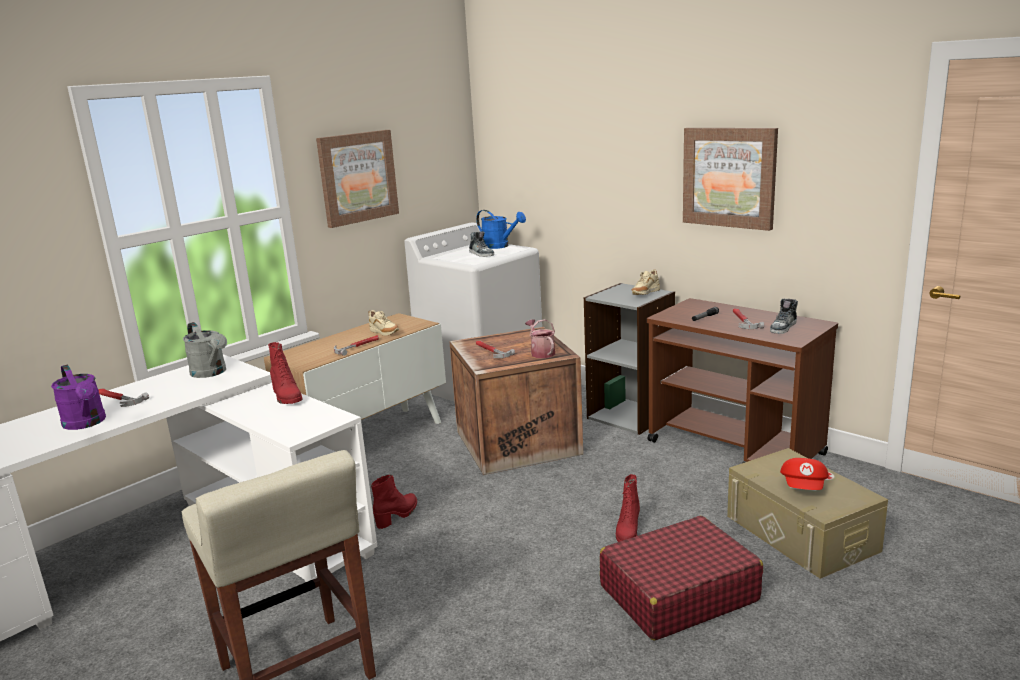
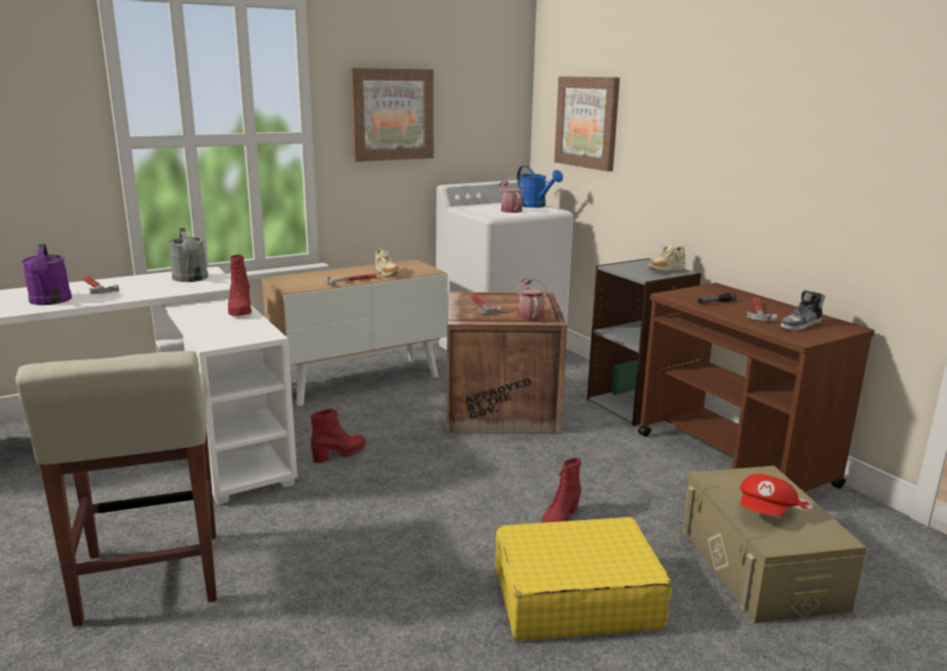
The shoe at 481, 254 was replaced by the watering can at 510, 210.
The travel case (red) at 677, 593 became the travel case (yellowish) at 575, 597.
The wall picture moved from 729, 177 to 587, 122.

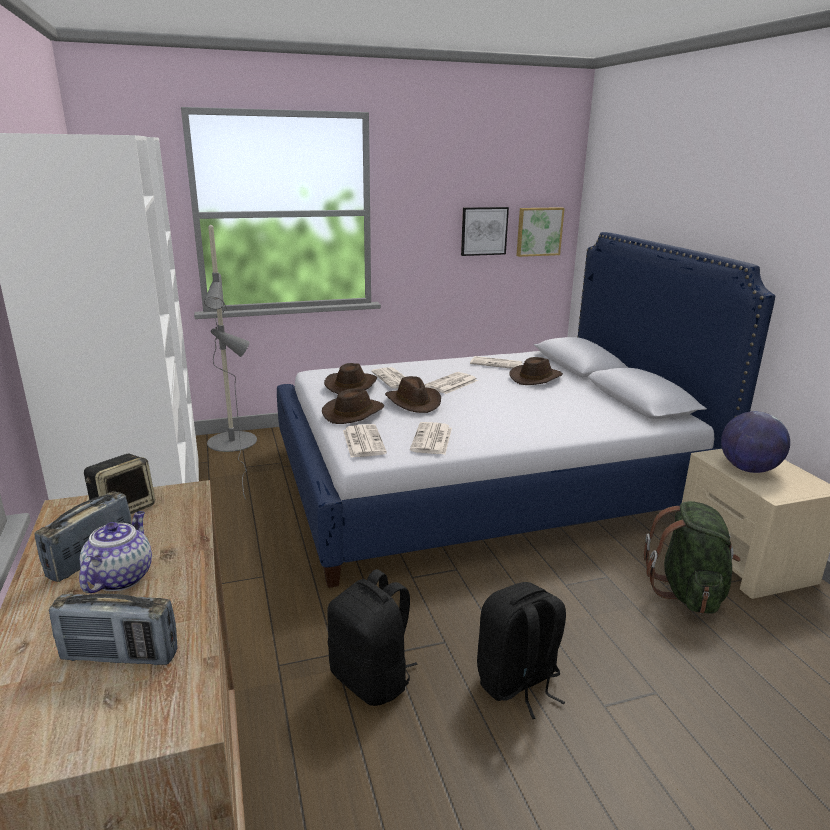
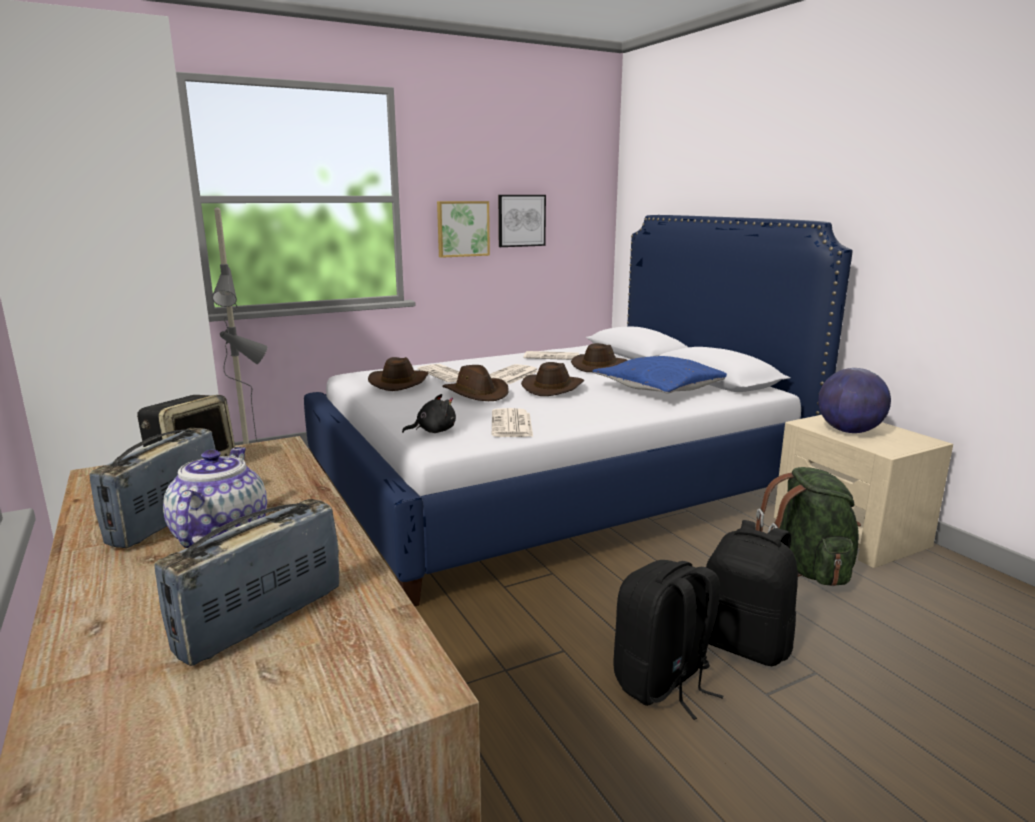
The radio receiver at 120, 656 turned 135 degrees clockwise.
The clothing hat (brown-coloured) moved from 354, 413 to 553, 388.
The knapsack (black-coloured) moved from 372, 679 to 745, 644.
The printed paper at 363, 441 was replaced by the plush toy (black-coloured) at 433, 431.
The wall picture moved from 539, 231 to 462, 228.
The cushion (blue-coloured) at 661, 388 appeared.

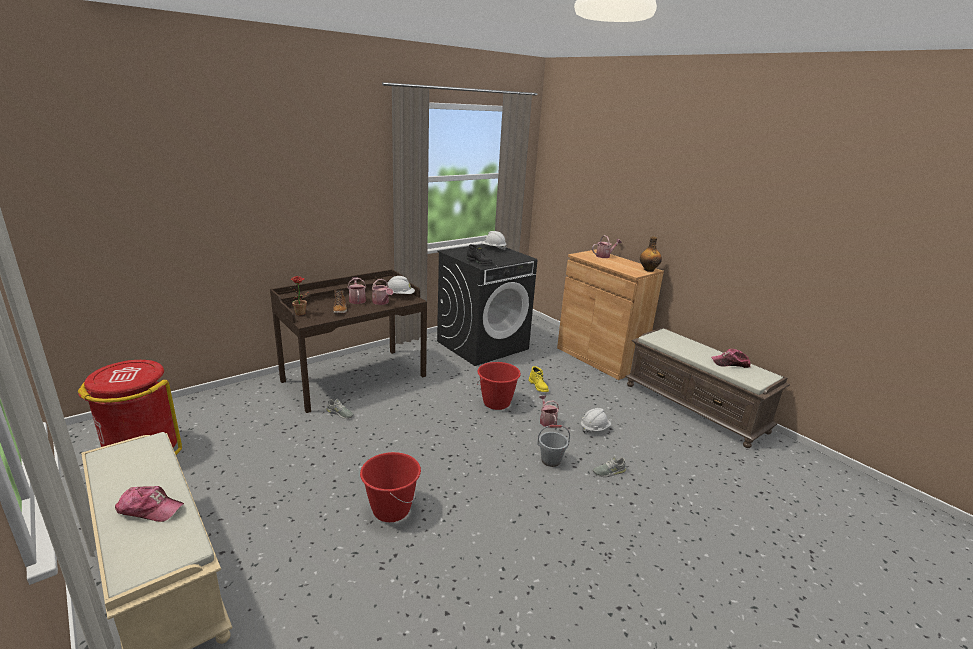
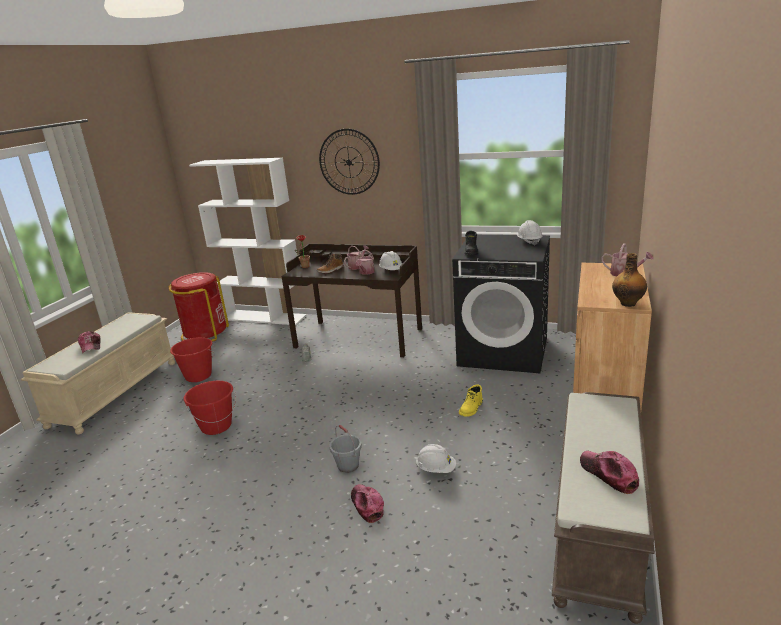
The pail (red) moved from 496, 403 to 198, 376.
The watering can at 547, 421 disappeared.
The shoe (gray) at 609, 471 was replaced by the cap at 367, 505.
The bookshelf (white-coloured) at 264, 317 appeared.
The wall clock at 349, 162 appeared.

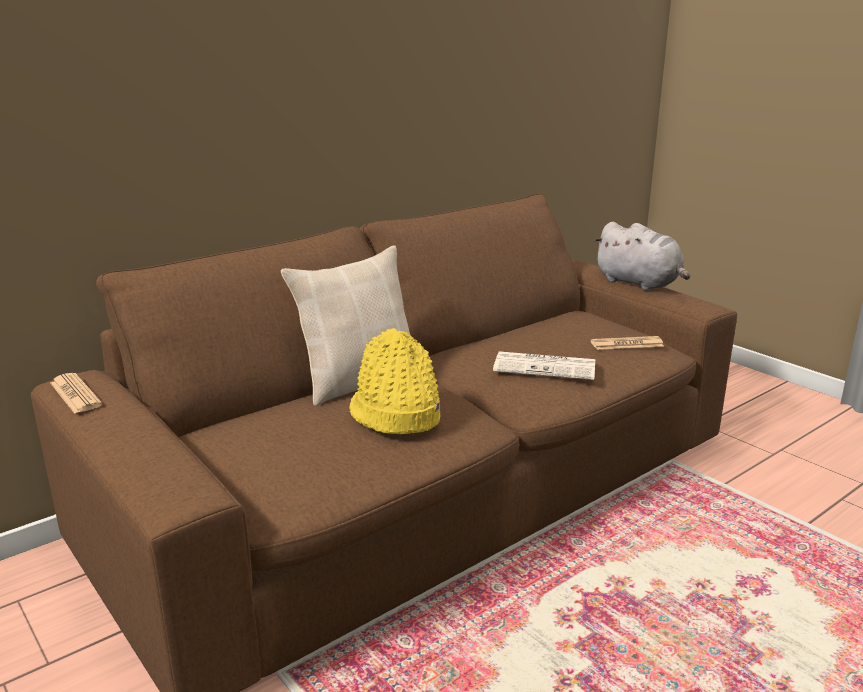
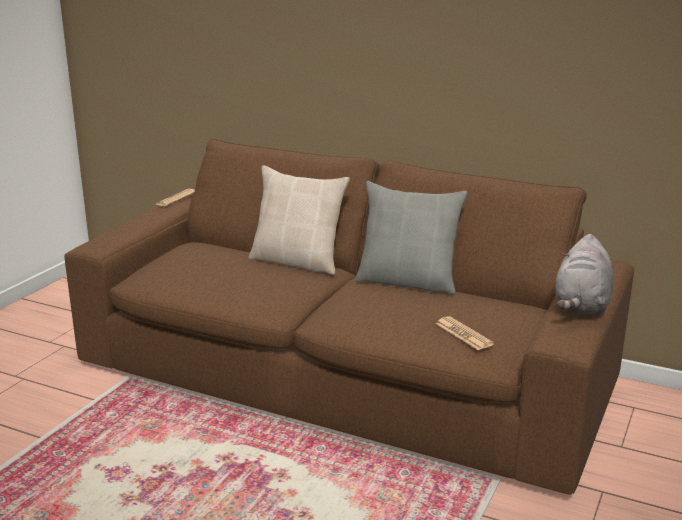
The clothing hat (yellowish) at 395, 414 disappeared.
The printed paper at 546, 367 disappeared.
The cushion (gray) at 408, 282 appeared.

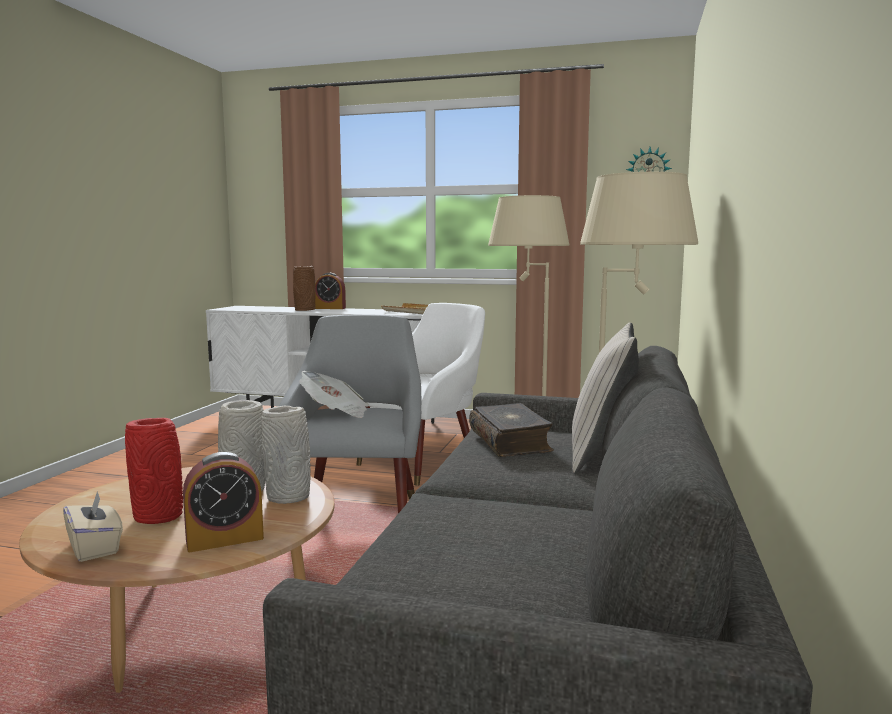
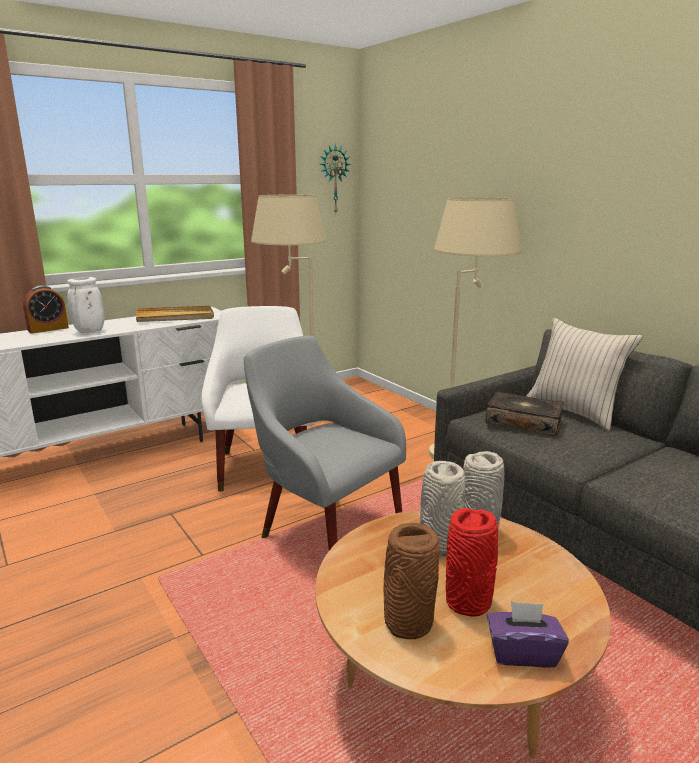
The box of tissues (sand-coloured) at 95, 548 became the box of tissues (purplish) at 522, 652.
The alarm clock at 225, 539 disappeared.
The flower vase (brown-coloured) moved from 304, 310 to 407, 623.
The printed paper at 336, 412 disappeared.
The flower vase (white-coloured) at 89, 331 appeared.

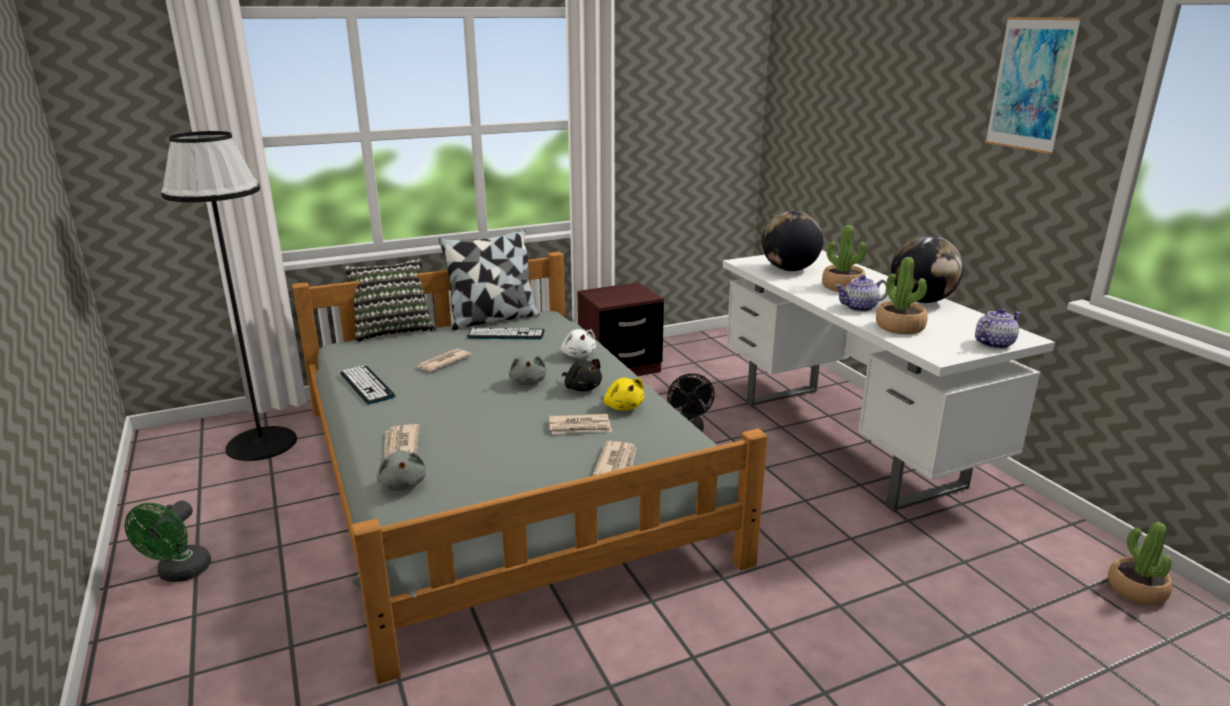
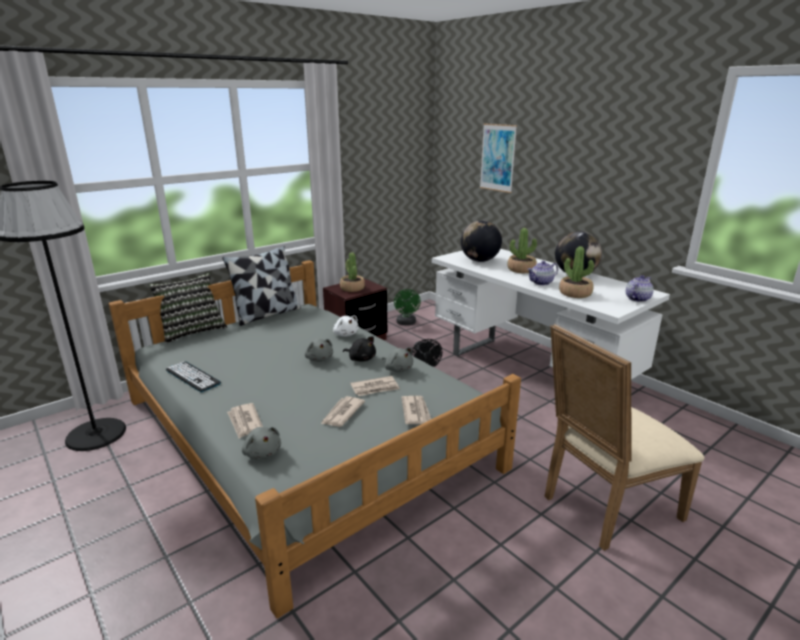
The electric fan (greenish) moved from 180, 574 to 406, 323.
The printed paper moved from 442, 362 to 342, 413.
The computer keyboard at 506, 334 disappeared.
The plush toy (yellowish) at 623, 407 became the plush toy (gray) at 398, 369.
The wall picture moved from 1031, 84 to 498, 158.
The houseplant moved from 1136, 590 to 352, 288.
The upright chair (sand-coloured) at 603, 507 appeared.

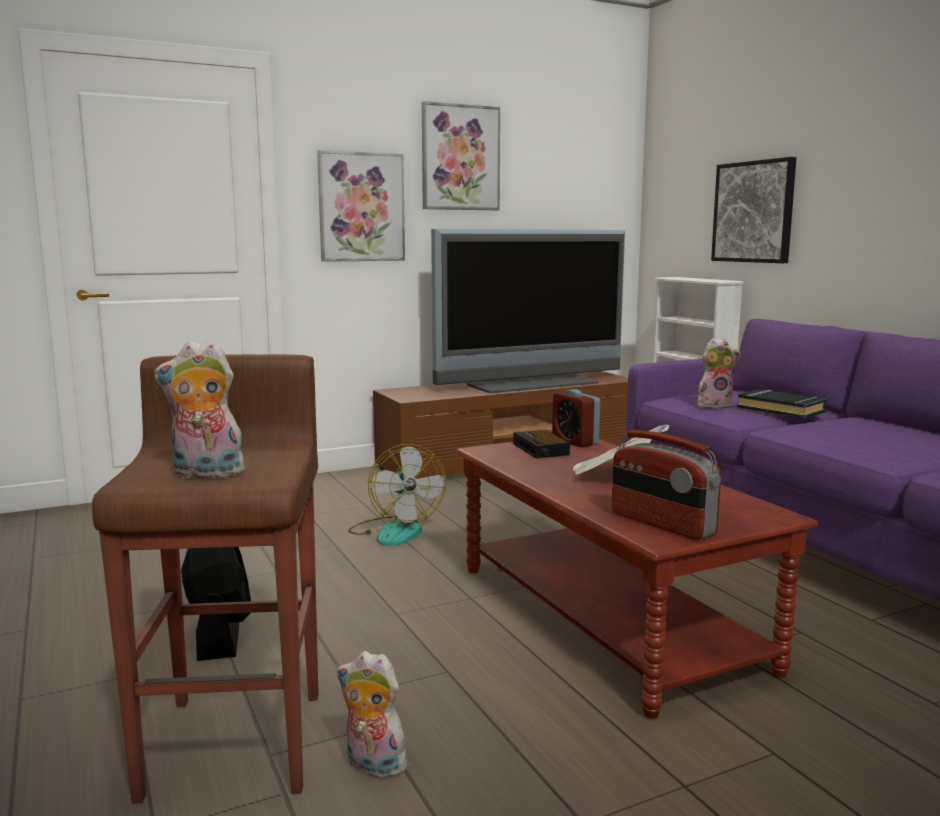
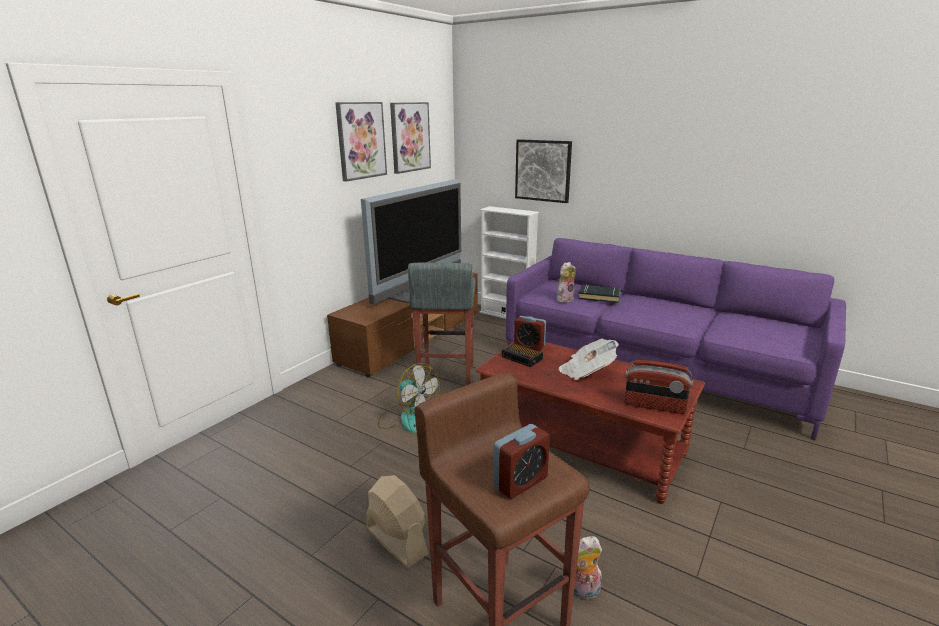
The plush toy at 205, 474 was replaced by the alarm clock at 520, 482.
The electric fan (black-coloured) at 220, 634 became the electric fan (sand-coloured) at 396, 540.
The wall picture moved from 361, 207 to 409, 137.
The stool seat (gray) at 445, 377 appeared.

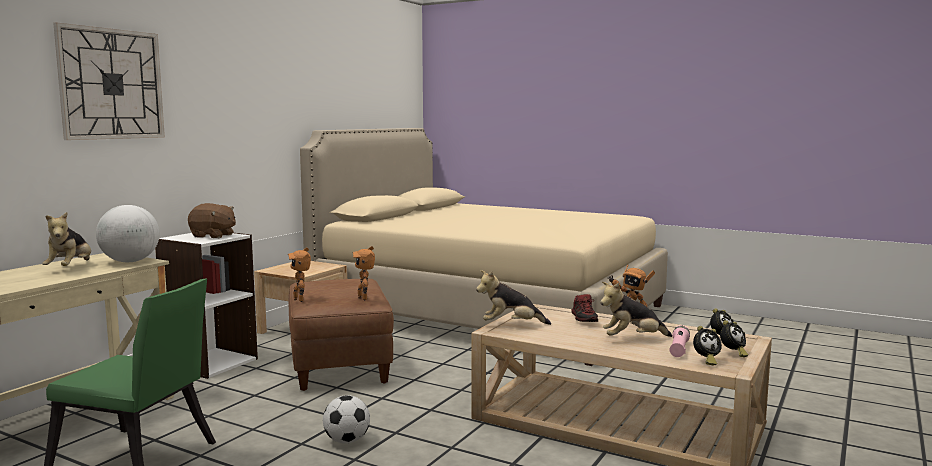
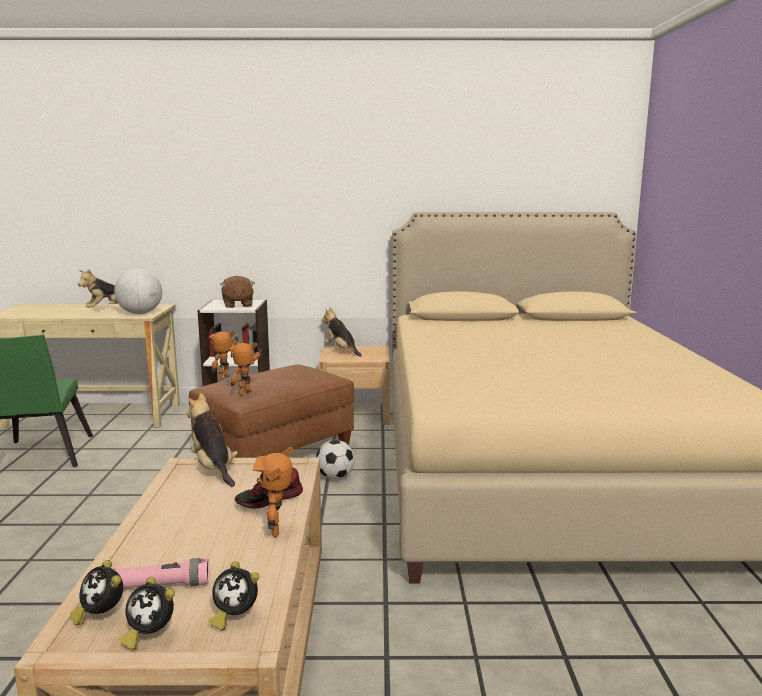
The wall clock at 111, 84 disappeared.
The ball for football moved from 347, 441 to 335, 477.
The plush toy moved from 632, 339 to 341, 351.

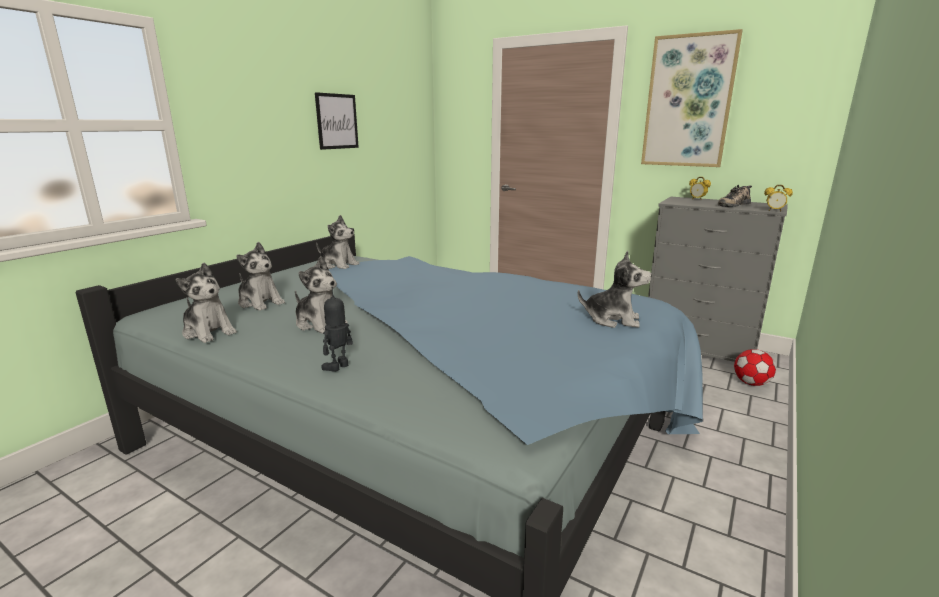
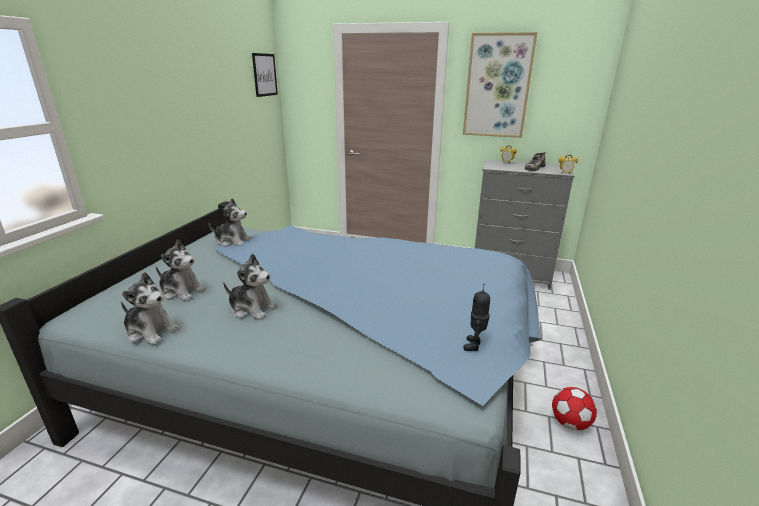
The wall picture moved from 337, 121 to 264, 75.
The model robot moved from 339, 367 to 474, 345.
The plush toy at 612, 319 disappeared.
The ball for football moved from 751, 383 to 569, 423.

